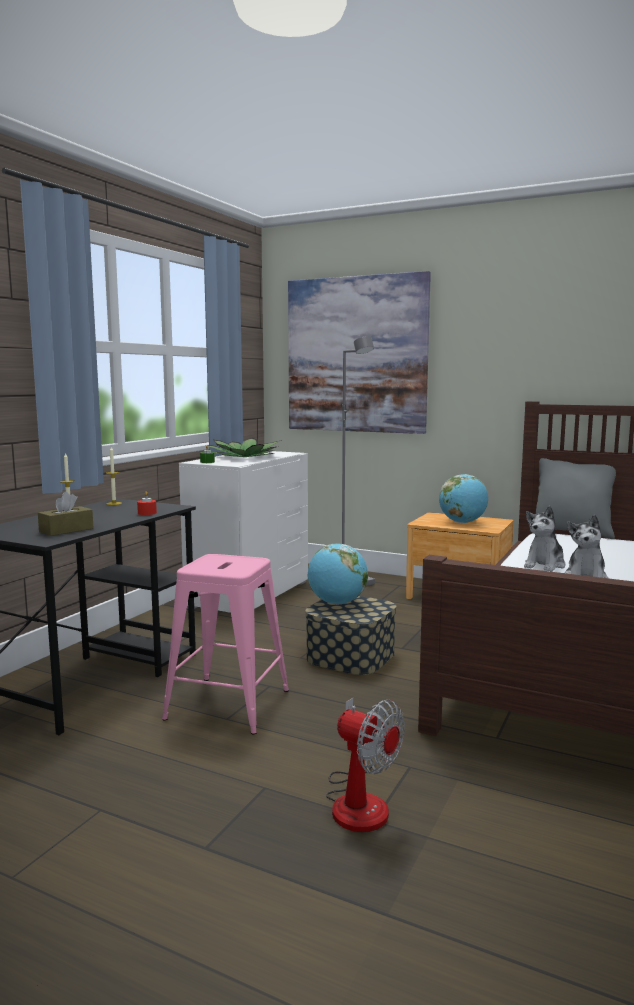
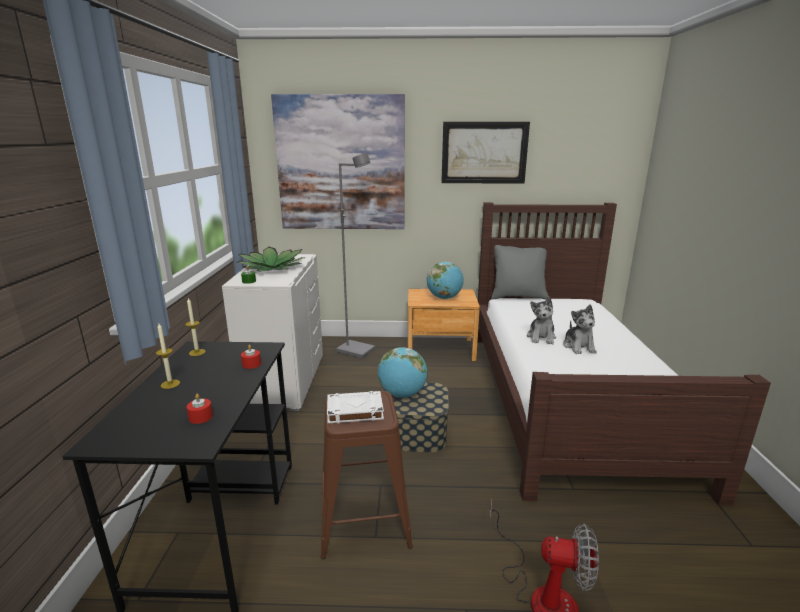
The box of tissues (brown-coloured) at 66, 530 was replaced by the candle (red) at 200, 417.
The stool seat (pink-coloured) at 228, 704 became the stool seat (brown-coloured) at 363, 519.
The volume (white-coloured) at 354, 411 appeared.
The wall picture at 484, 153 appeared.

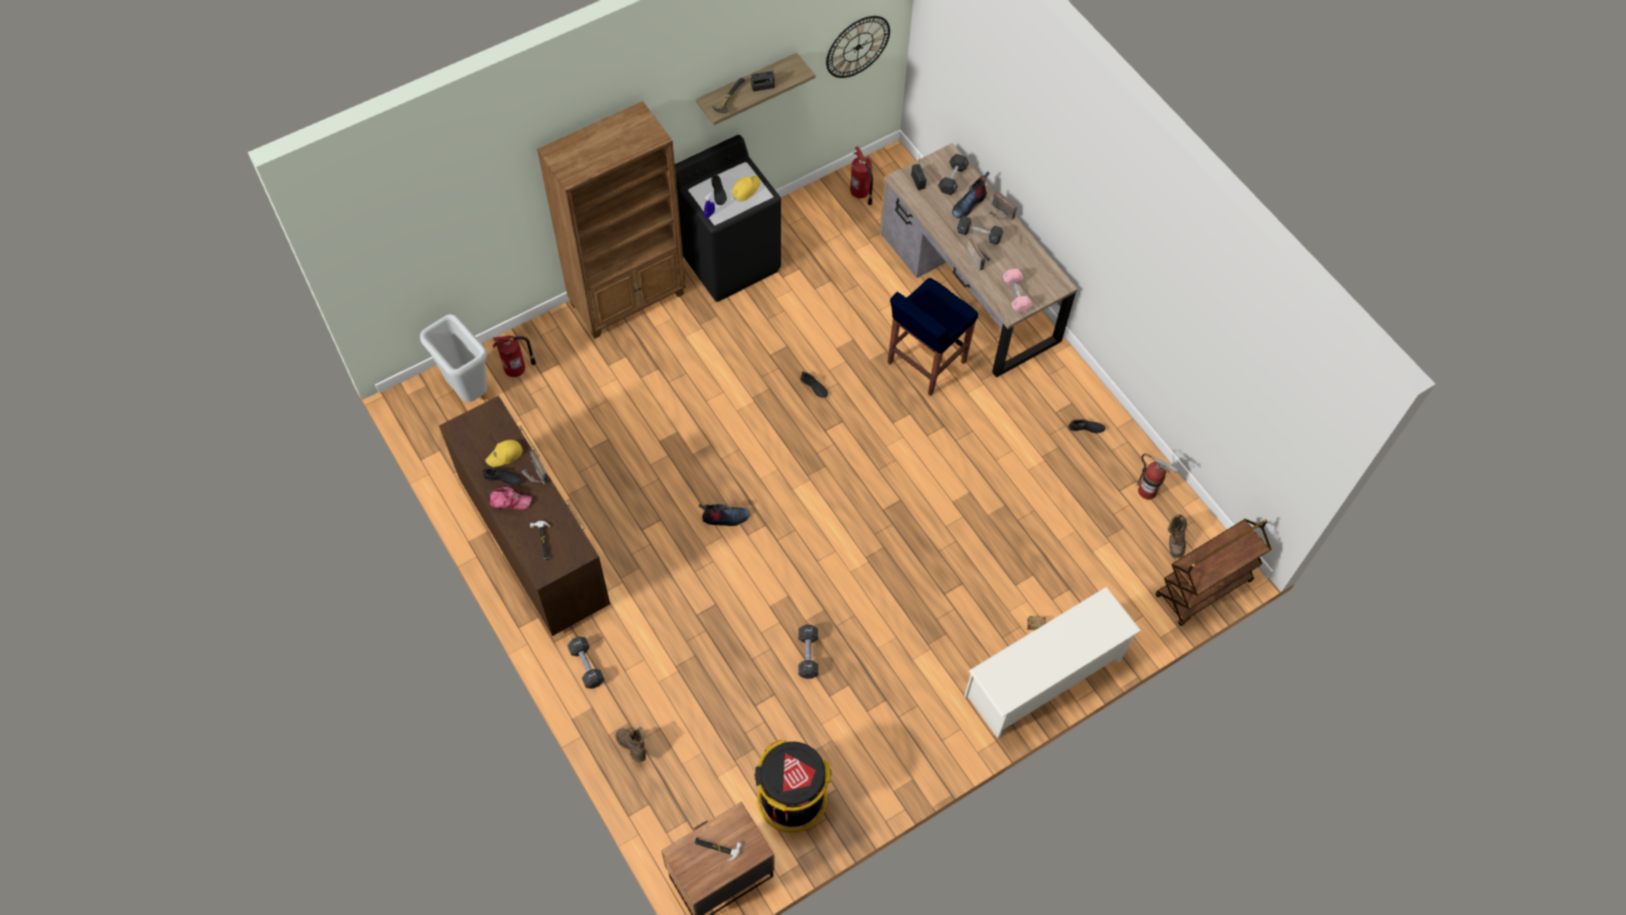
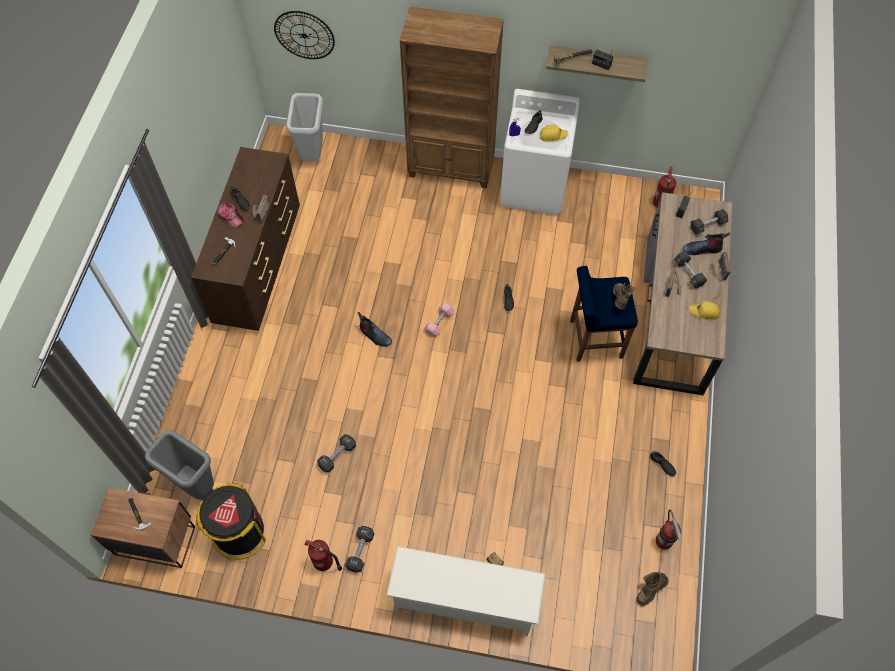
The cap (yellowish) moved from 505, 455 to 704, 312.
The extinguisher moved from 517, 369 to 324, 563.
The free weight (black-coloured) moved from 586, 666 to 360, 551.
The high-top boot (brown-coloured) moved from 633, 747 to 620, 300.
The washing machine (black-coloured) at 729, 260 became the washing machine (white-coloured) at 534, 187.
The wall clock moved from 858, 47 to 304, 35.
The free weight (pink-coloured) moved from 1016, 295 to 439, 322.
The trolley (brown-coloured) at 1203, 589 disappeared.
The rubbish bin (gray) at 195, 486 appeared.

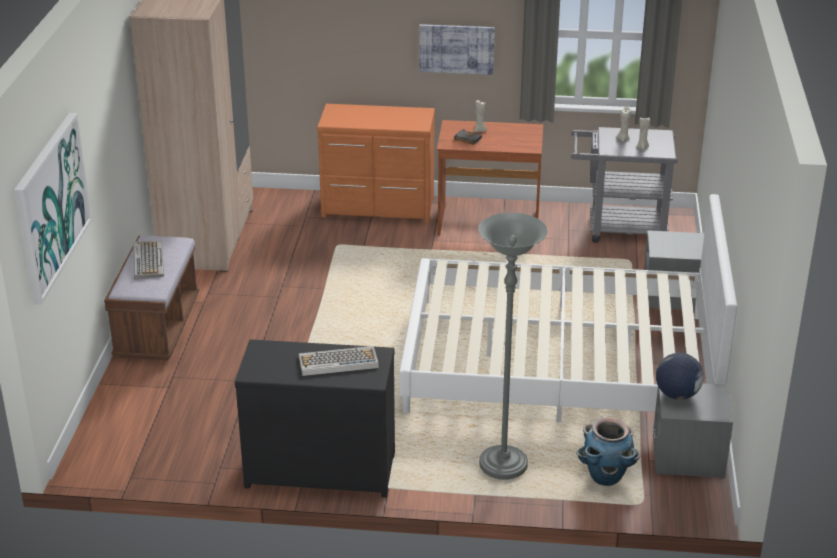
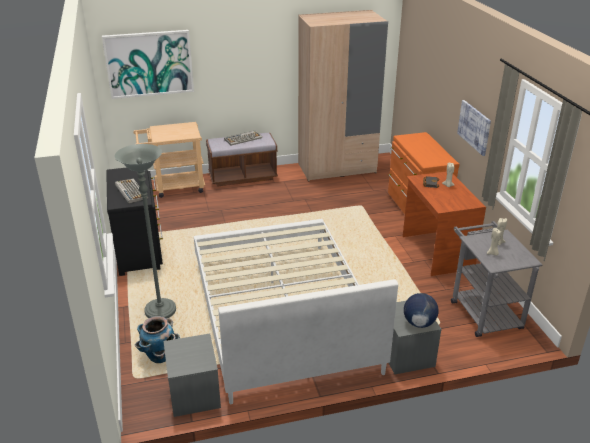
The world globe moved from 677, 395 to 419, 323.
The trolley (sand-coloured) at 174, 187 appeared.

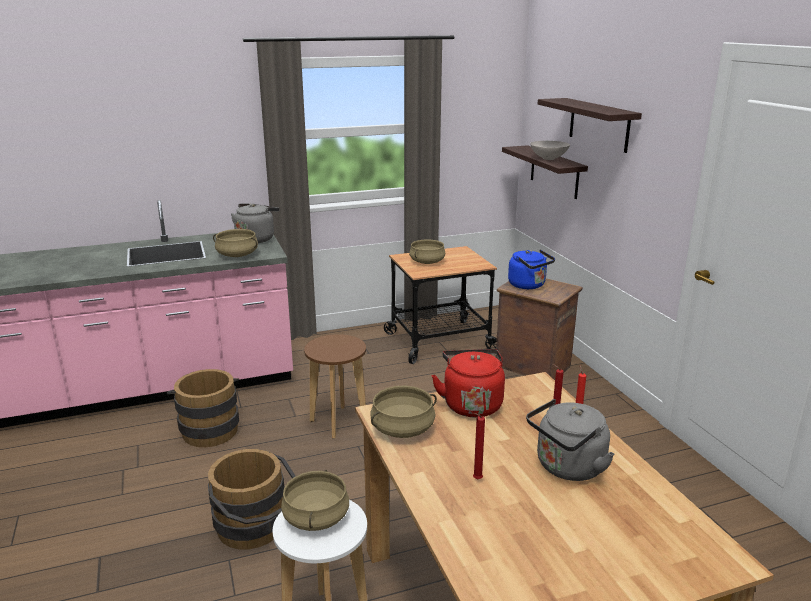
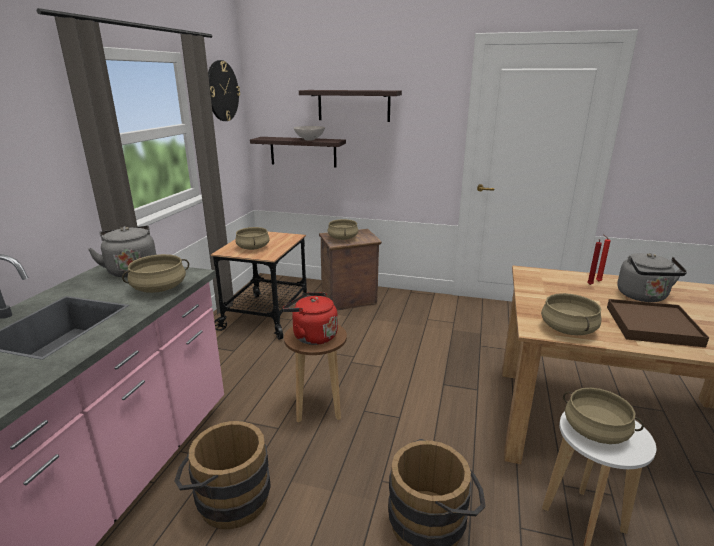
The water kettle (red) moved from 471, 404 to 312, 336.
The candle (red) at 476, 479 was replaced by the serving tray (brown-coloured) at 652, 326.
The water kettle (blue-coloured) at 529, 285 was replaced by the cooking pot (sand-coloured) at 343, 238.
The wall clock at 222, 91 appeared.

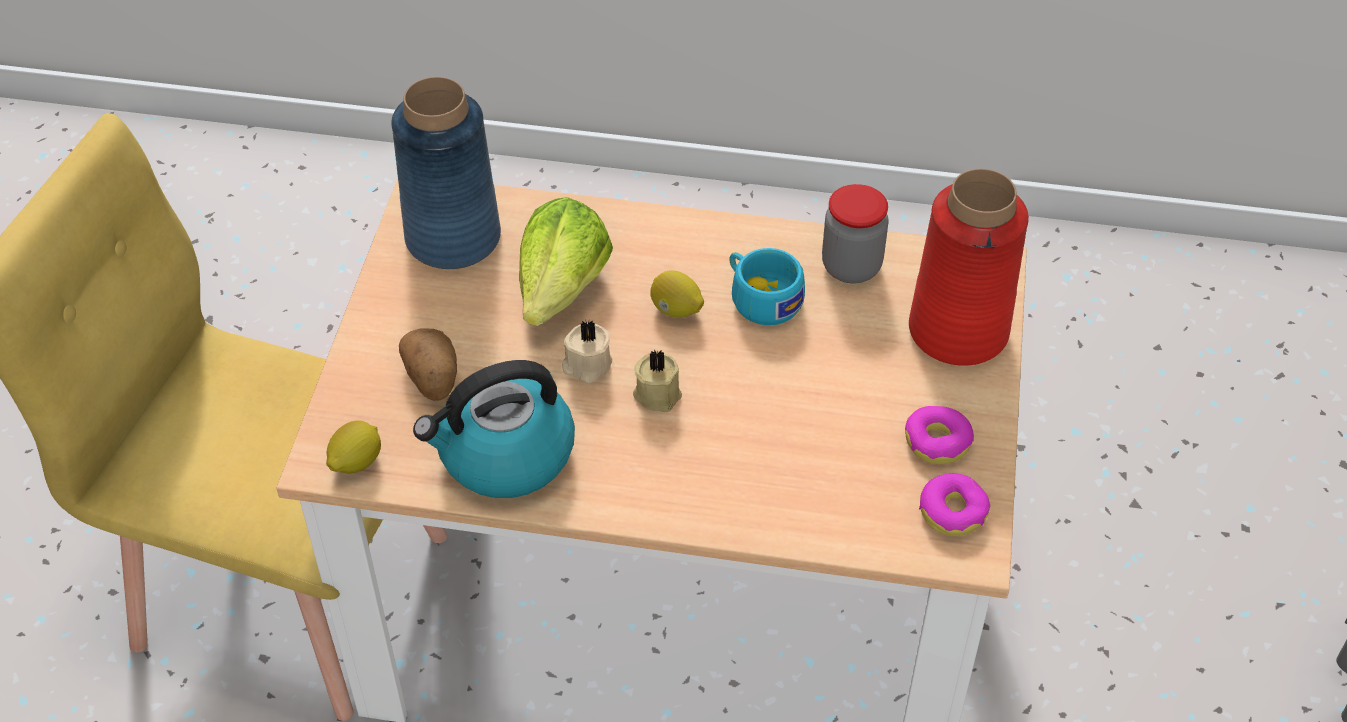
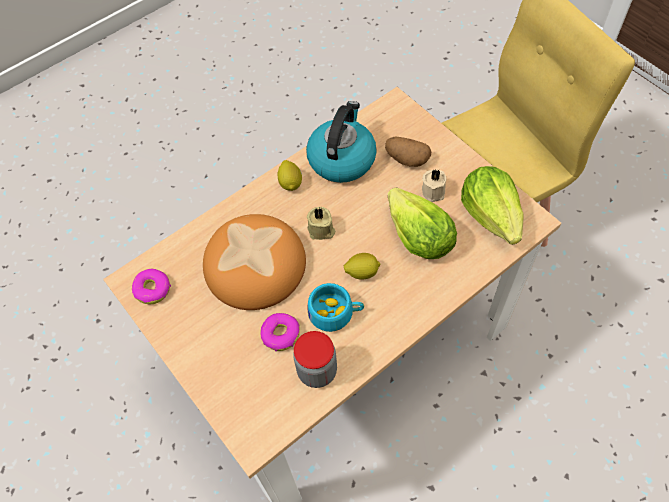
The whole lemon moved from 356, 462 to 290, 183.
The flower vase (blue-coloured) at 452, 238 was replaced by the head of lettuce at 492, 215.
The candle (sand-coloured) moved from 587, 365 to 434, 191.
The doughnut moved from 937, 442 to 280, 334.
The flower vase (red) at 958, 330 disappeared.
The baked bread at 255, 266 appeared.

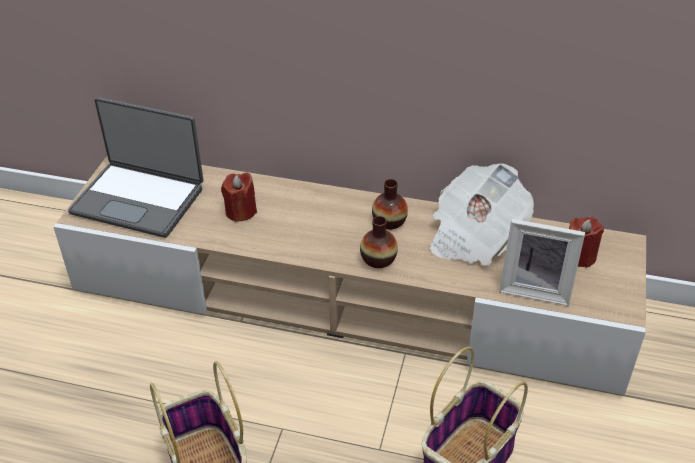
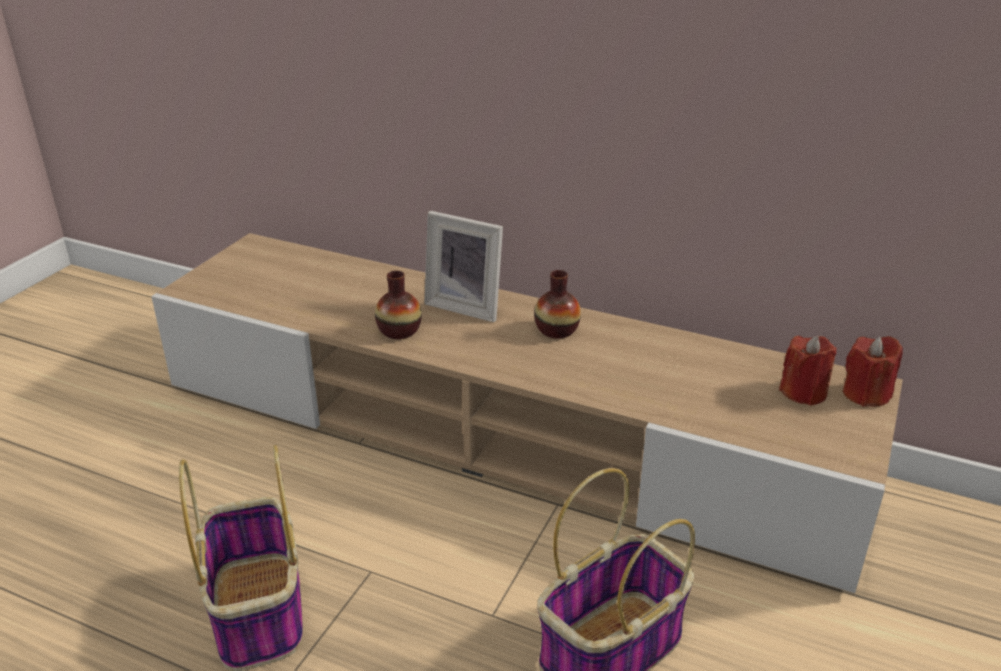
The notebook computer at 139, 199 disappeared.
The candle (red) moved from 241, 211 to 866, 394.
The flower vase moved from 378, 259 to 399, 331.
The printed paper at 474, 235 disappeared.
The standing frame moved from 535, 288 to 467, 306.

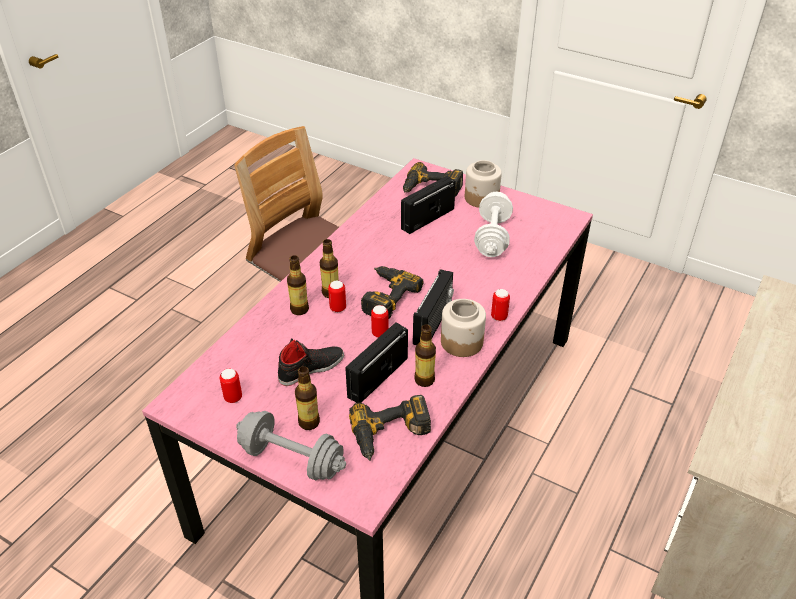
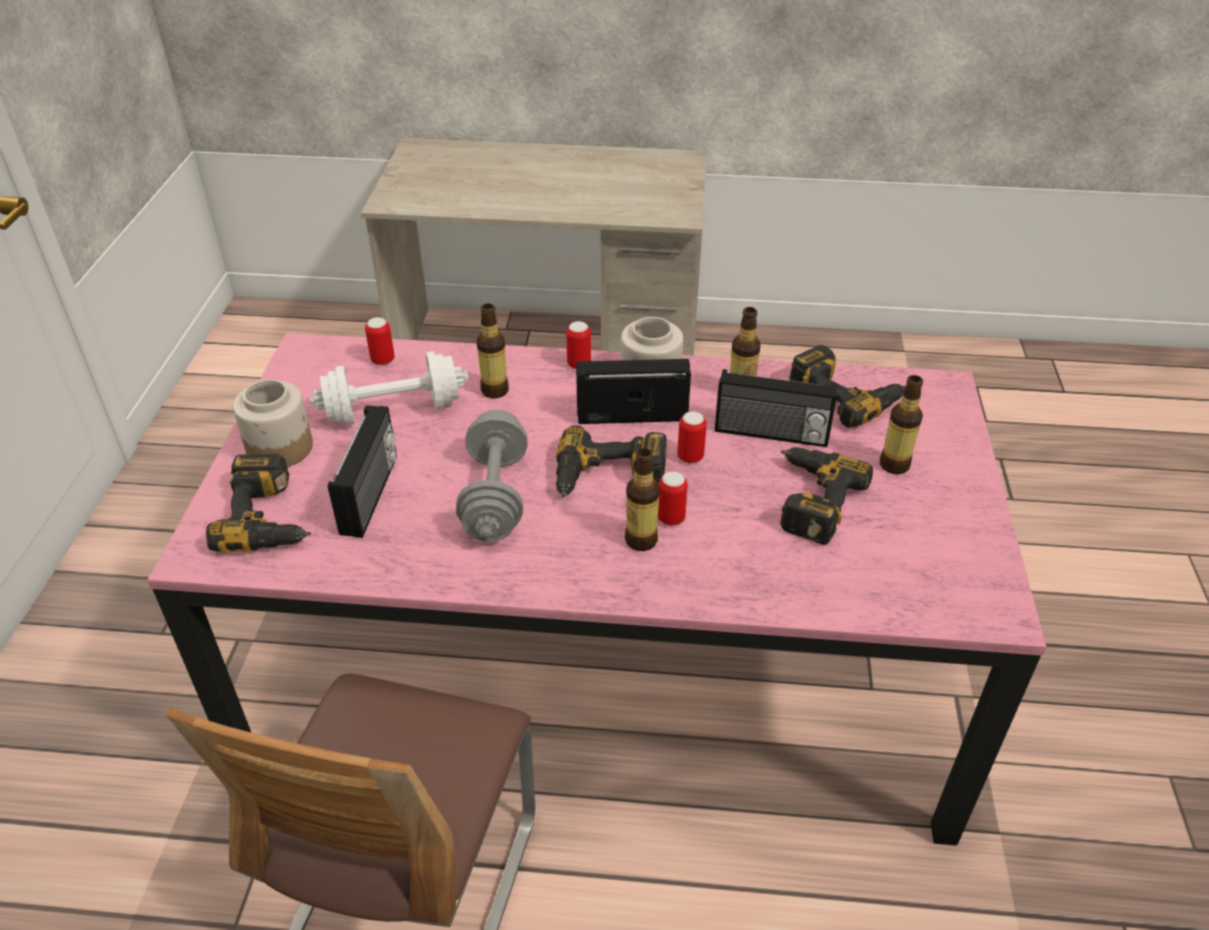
The sealed can moved from 233, 397 to 383, 360.
The free weight (gray) moved from 292, 459 to 495, 496.
The shoe (black-coloured) at 311, 368 was replaced by the drill at 809, 499.
The beverage bottle moved from 299, 309 to 494, 390.
The radio receiver at 427, 218 turned 105 degrees counterclockwise.

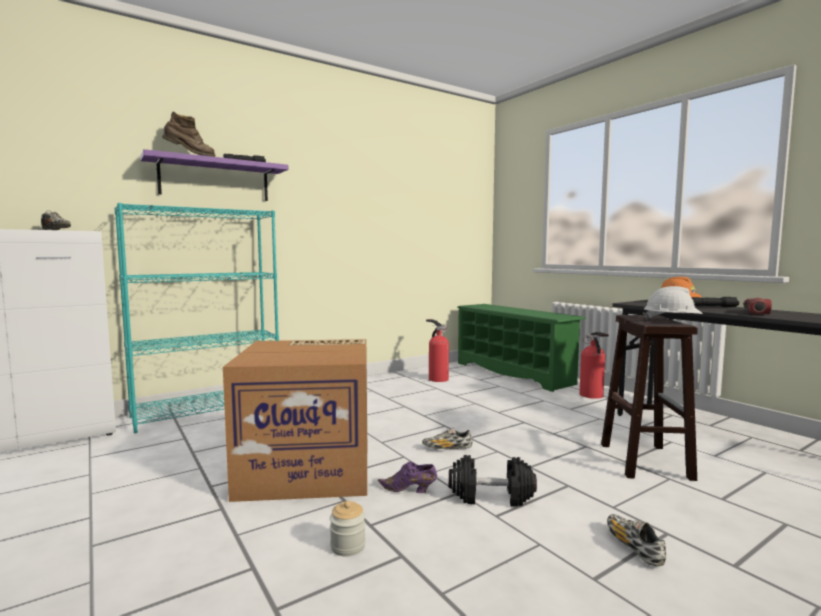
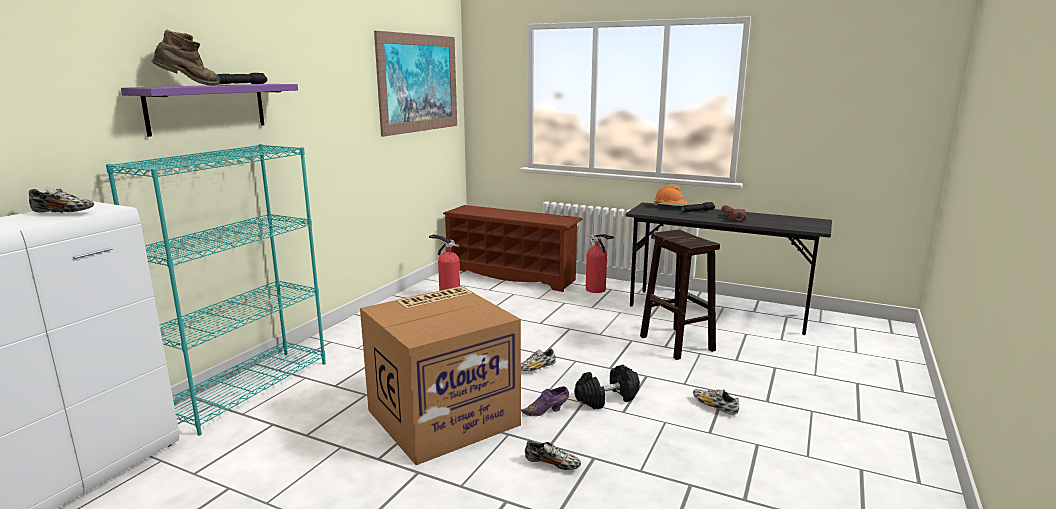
The jar at 348, 546 was replaced by the shoe at 552, 464.
The shoe rack (greenish) at 514, 373 became the shoe rack (brown-coloured) at 512, 276.
The safety helmet (white-coloured) at 672, 321 disappeared.
The wall picture at 419, 83 appeared.

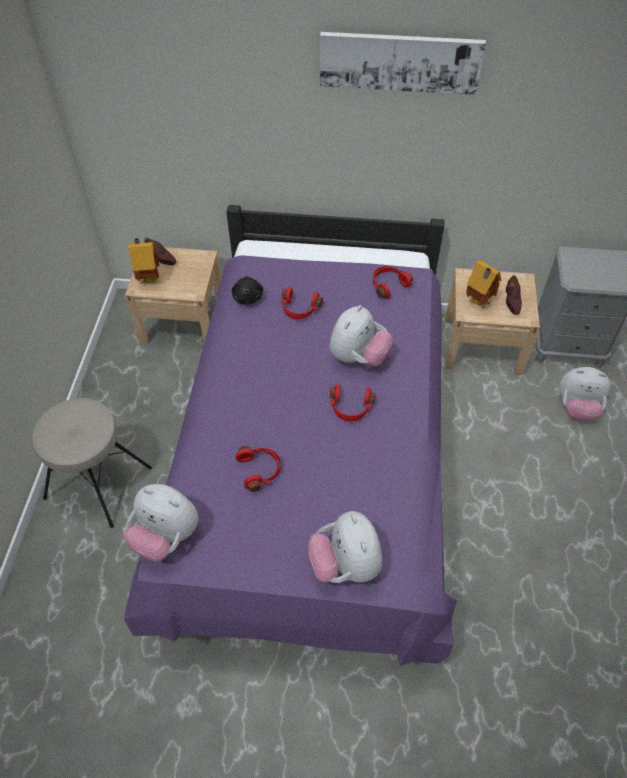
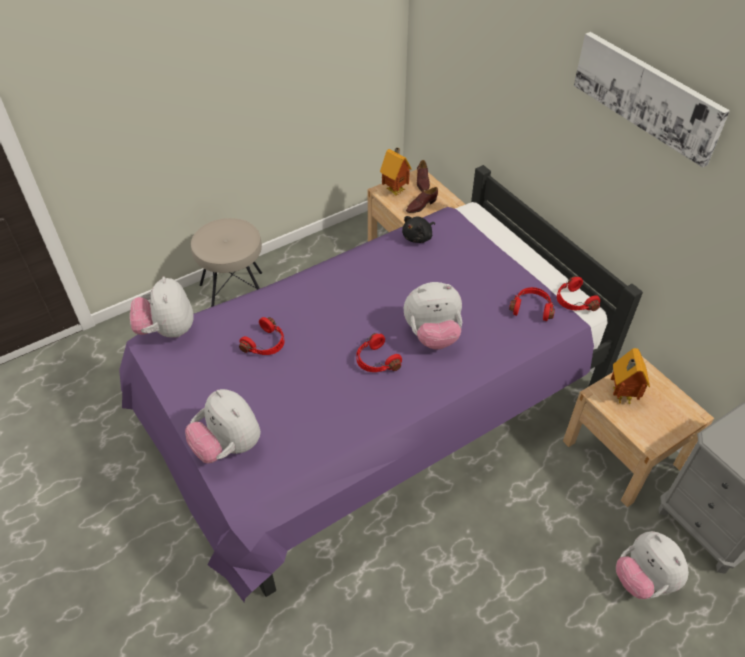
The pair of headphones (red) moved from 299, 309 to 573, 302.
The plush toy at 345, 564 turned 75 degrees counterclockwise.
The shoe (brown-coloured) moved from 512, 300 to 421, 205.

